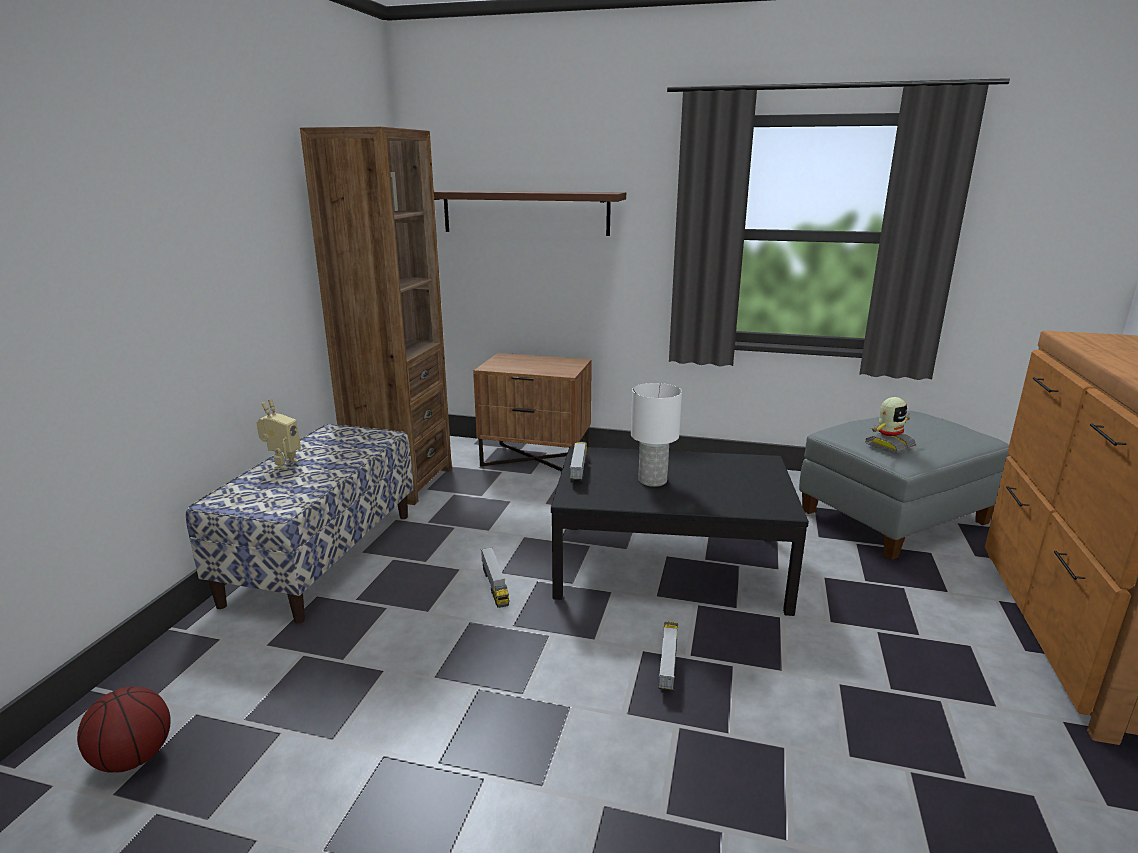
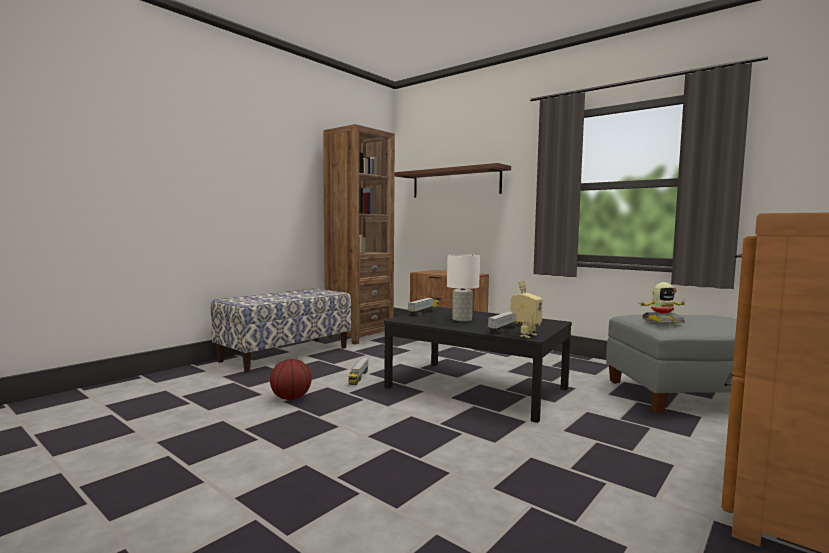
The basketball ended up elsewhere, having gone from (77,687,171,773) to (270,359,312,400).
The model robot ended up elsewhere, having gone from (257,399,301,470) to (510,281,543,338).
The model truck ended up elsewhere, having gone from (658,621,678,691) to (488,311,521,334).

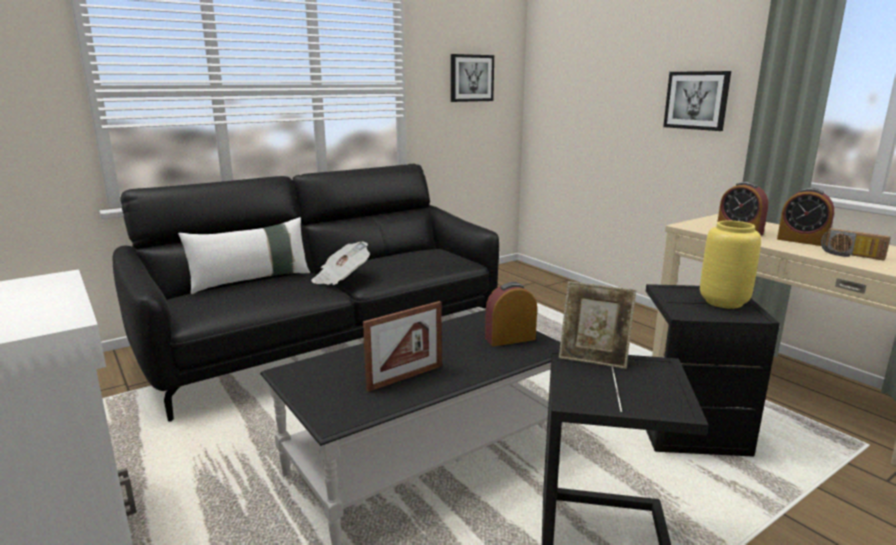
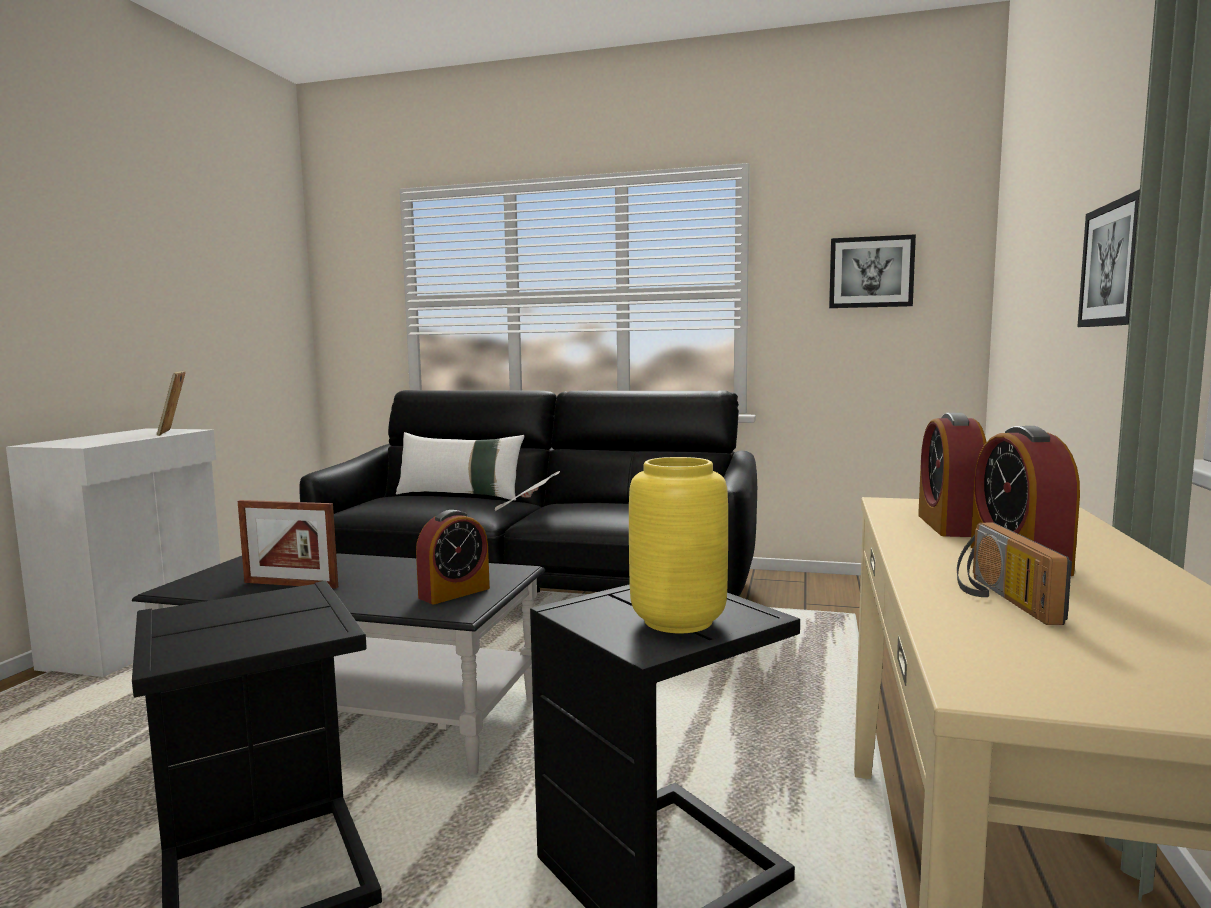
The photo frame ended up elsewhere, having gone from (559,281,637,369) to (157,371,186,436).
The bedside clock at (485,282,537,346) ended up facing another way, 105 degrees clockwise from before.

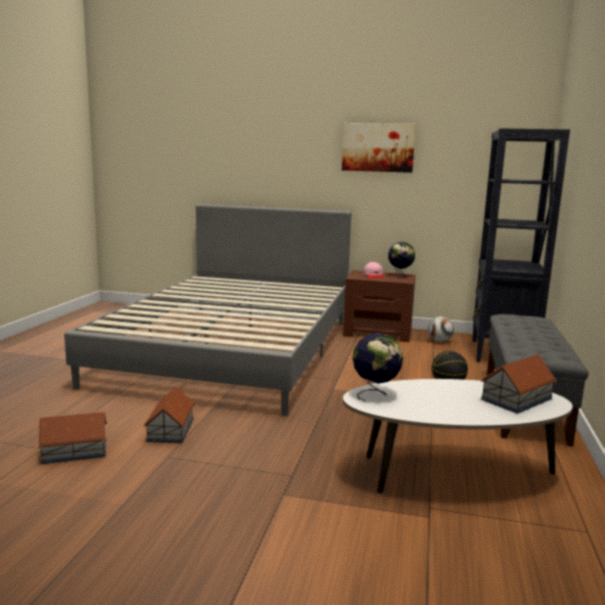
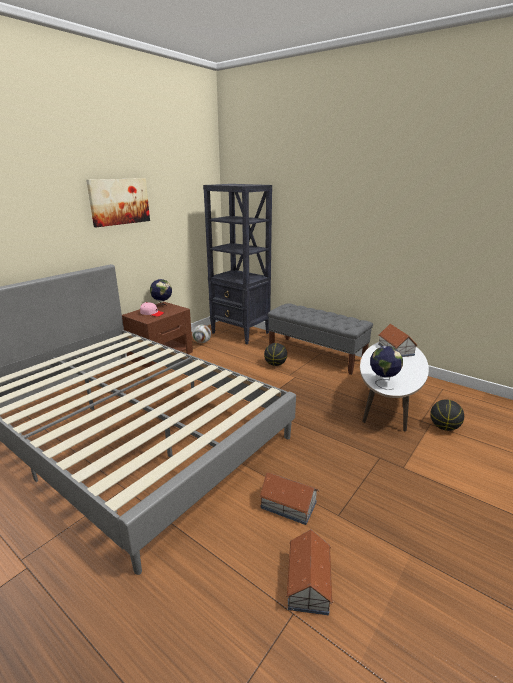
The second view gained the basketball at (430,400,464,431).

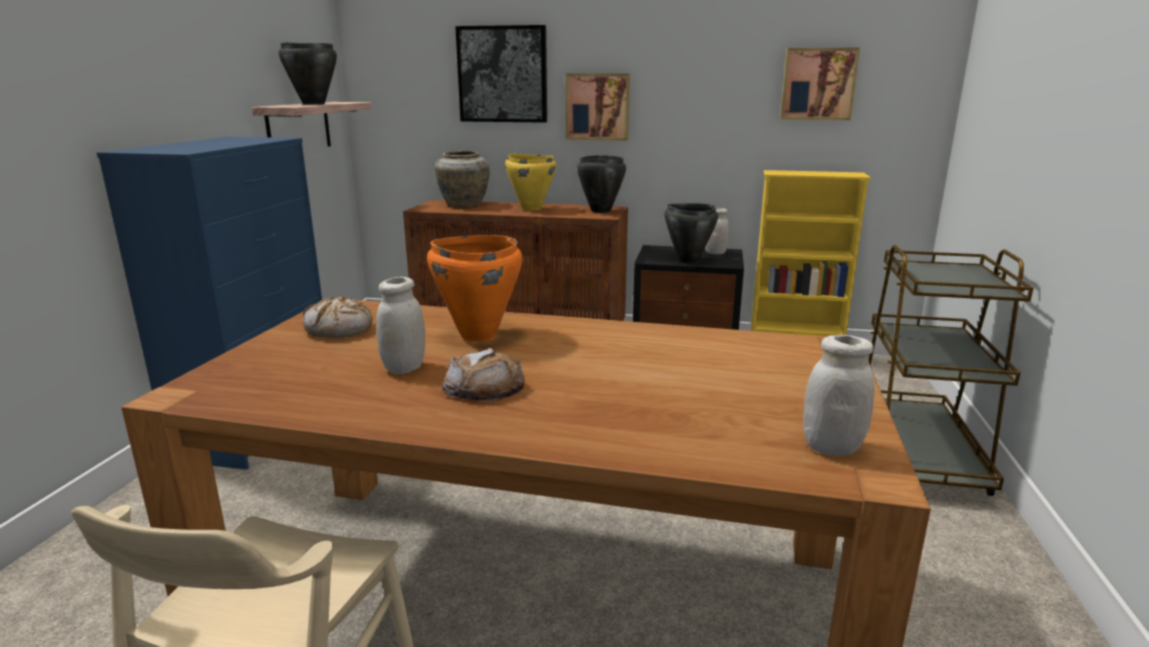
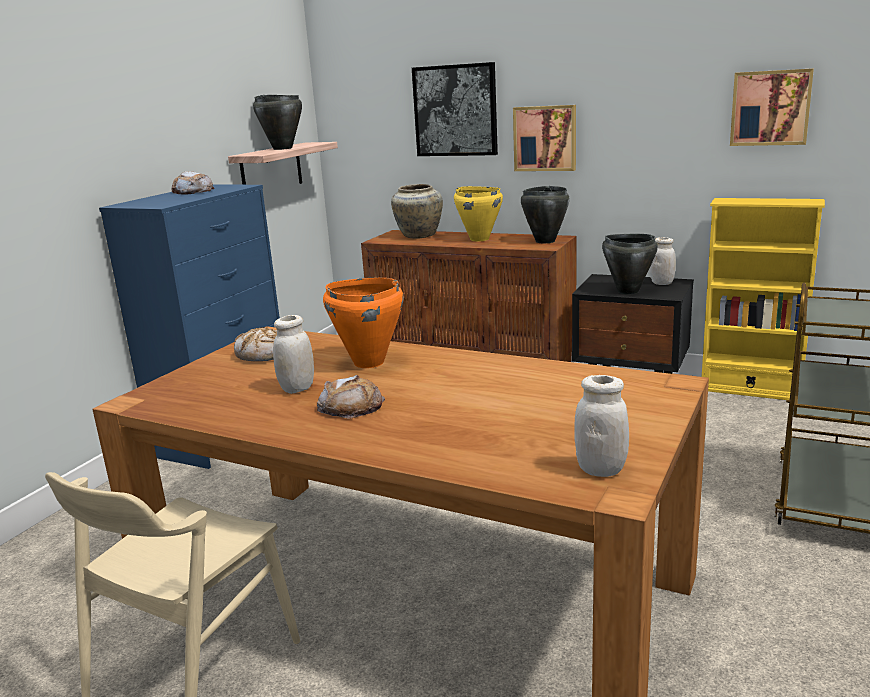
The second view gained the bread at (172,171,215,194).

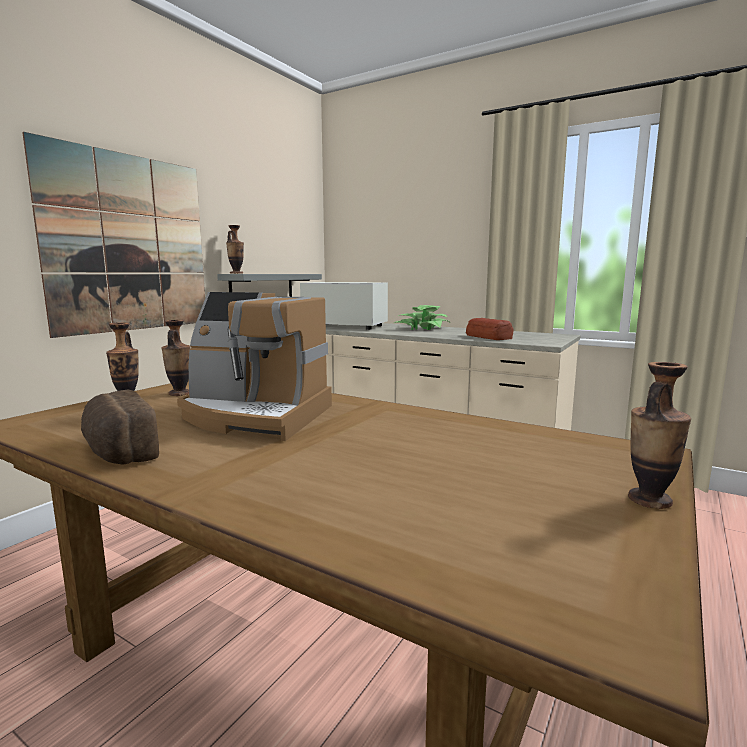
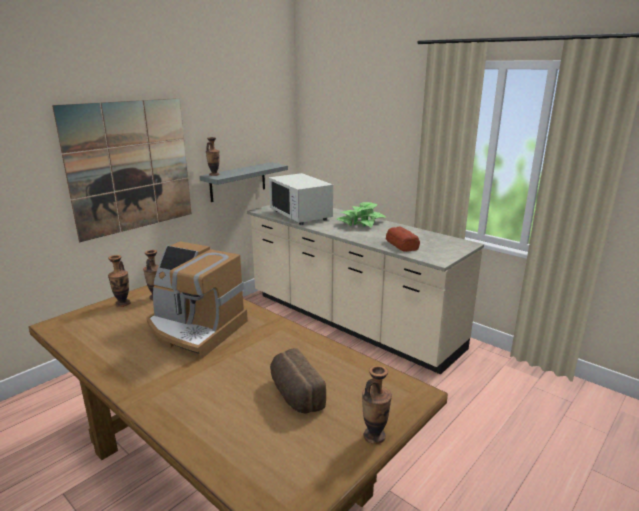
The bread ended up elsewhere, having gone from (81,390,159,465) to (270,348,326,414).
The kitchen microwave (white) at (300,282,388,330) ended up facing another way, 150 degrees counterclockwise from before.

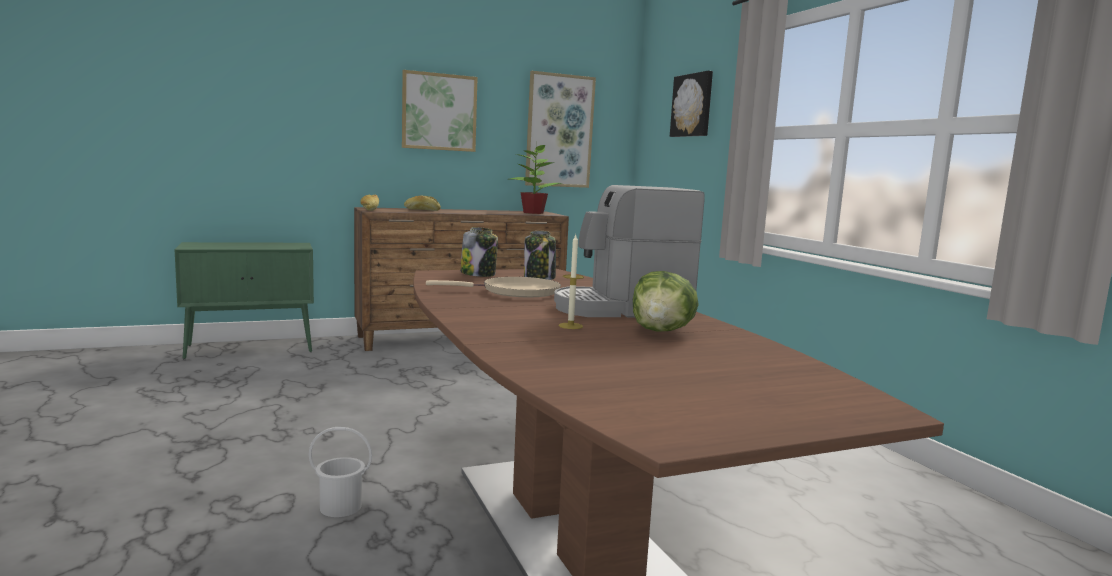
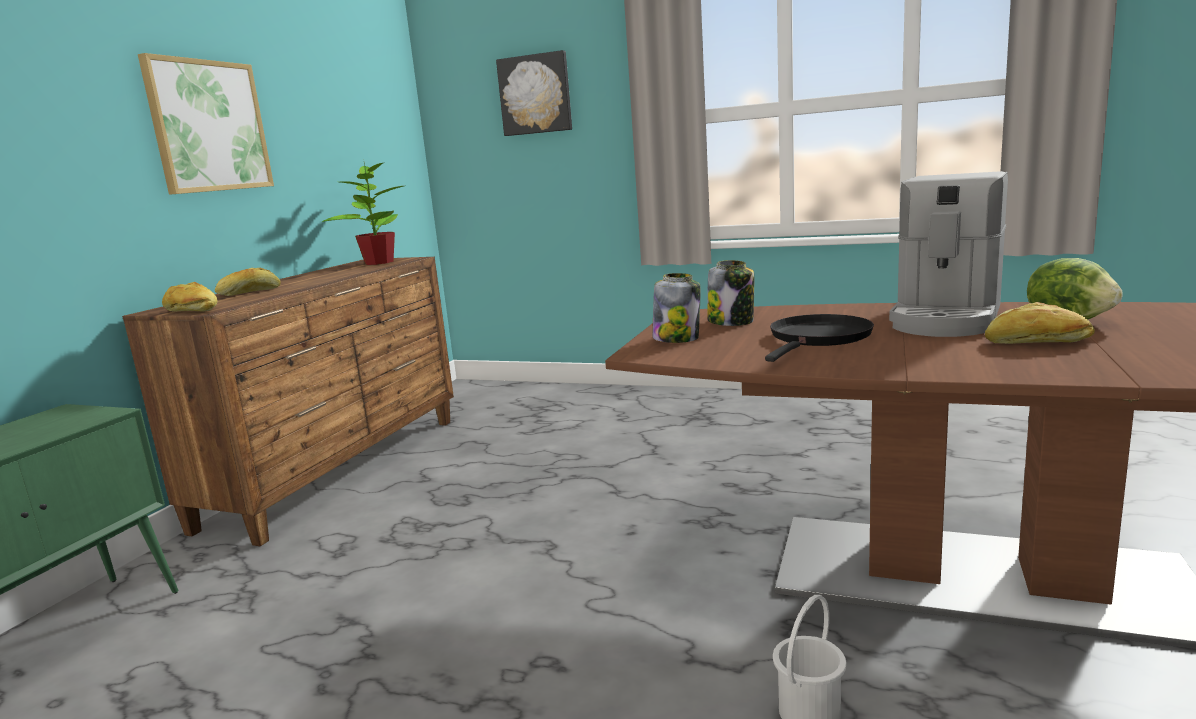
The second view lost the picture at (525,71,596,188).
Where the wax candle stood at (559,235,584,329), the bread came to stand at (985,302,1095,344).
What was the pan (beige) at (426,277,561,297) turned into the pan (black) at (765,314,874,362).

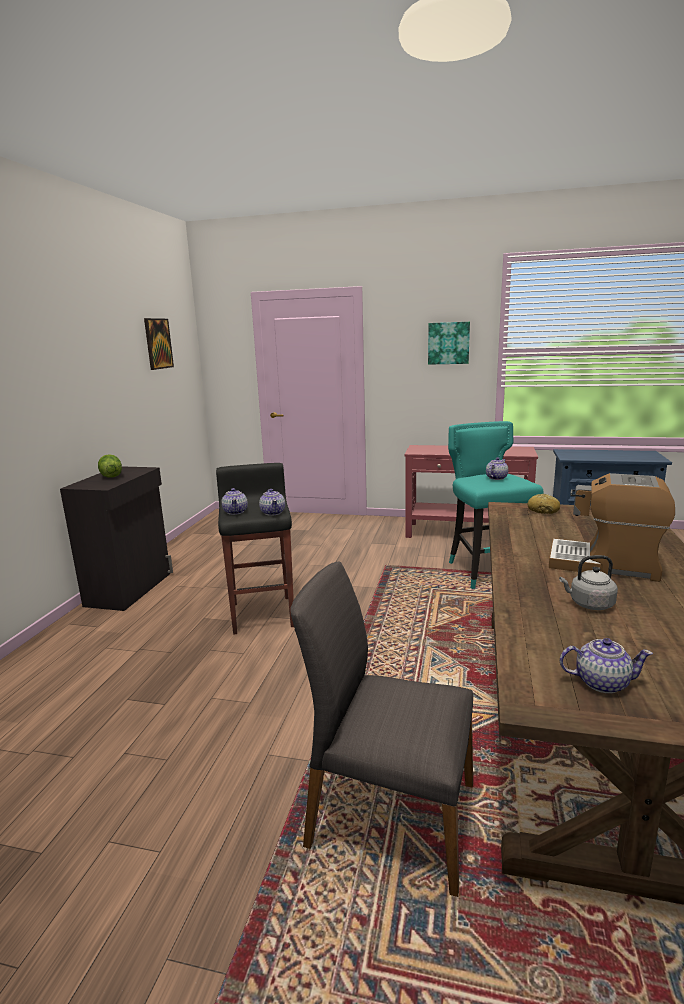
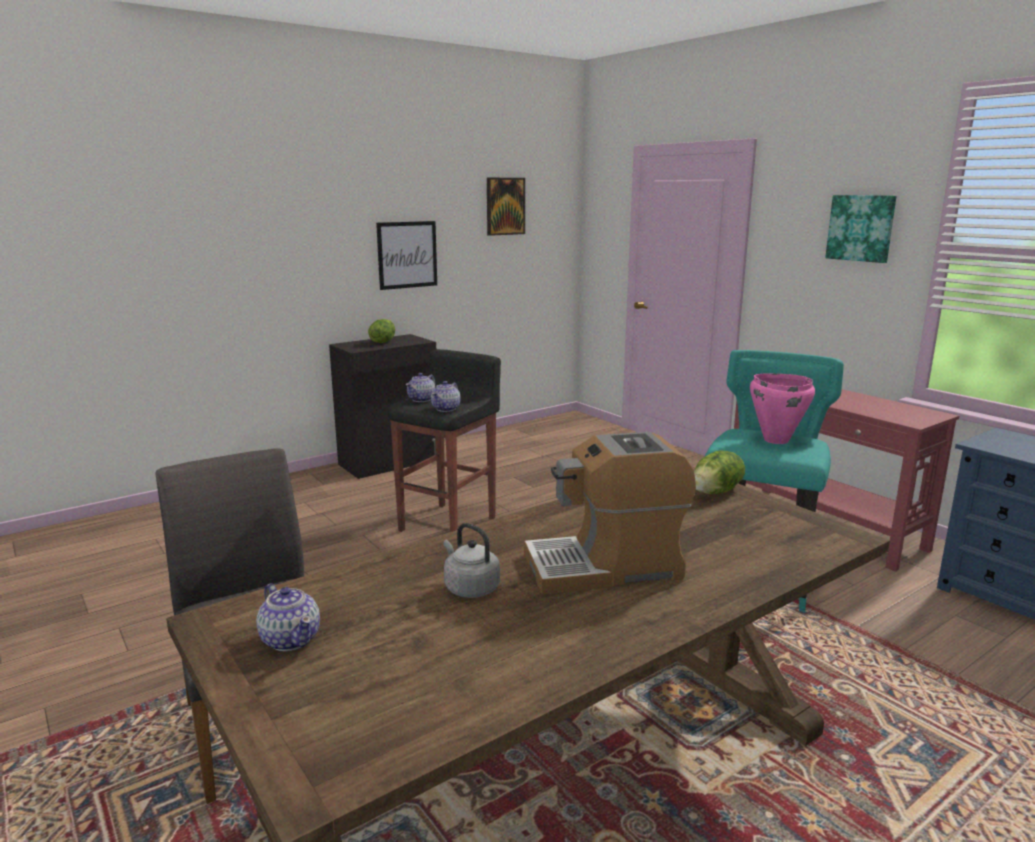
The second view gained the picture at (376,221,437,290).
Where the teapot stood at (486,457,508,480), the stockpot (pinkish) came to stand at (750,374,815,444).
Where the bread stood at (527,494,560,514), the head of lettuce came to stand at (694,450,745,494).
The coffee machine at (549,473,675,582) ended up facing another way, 75 degrees counterclockwise from before.

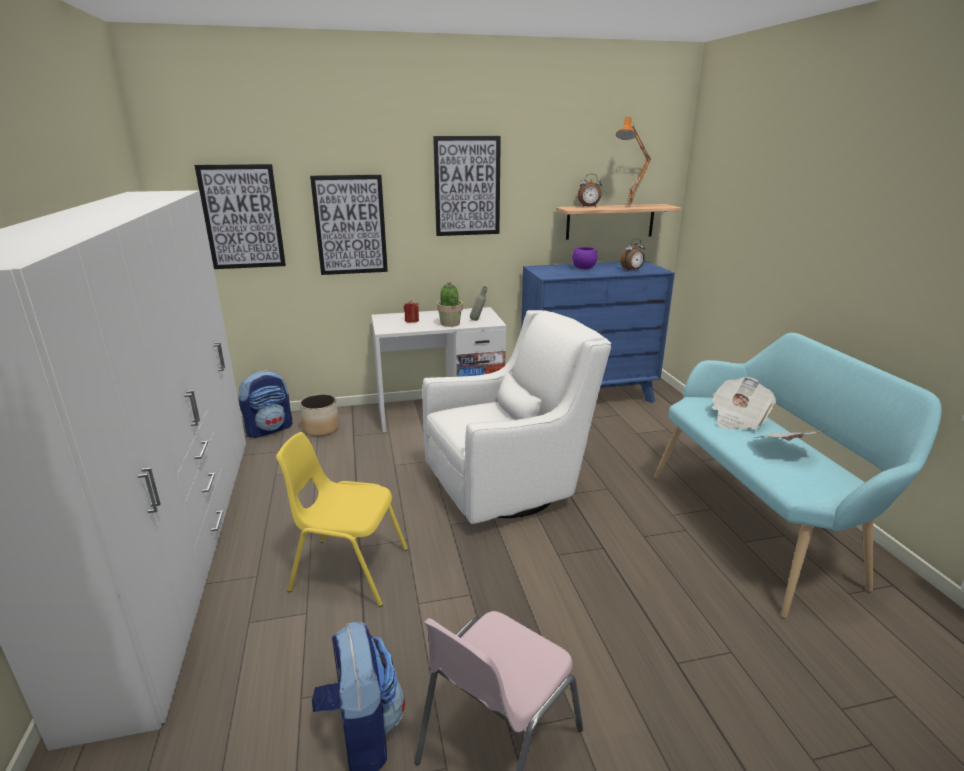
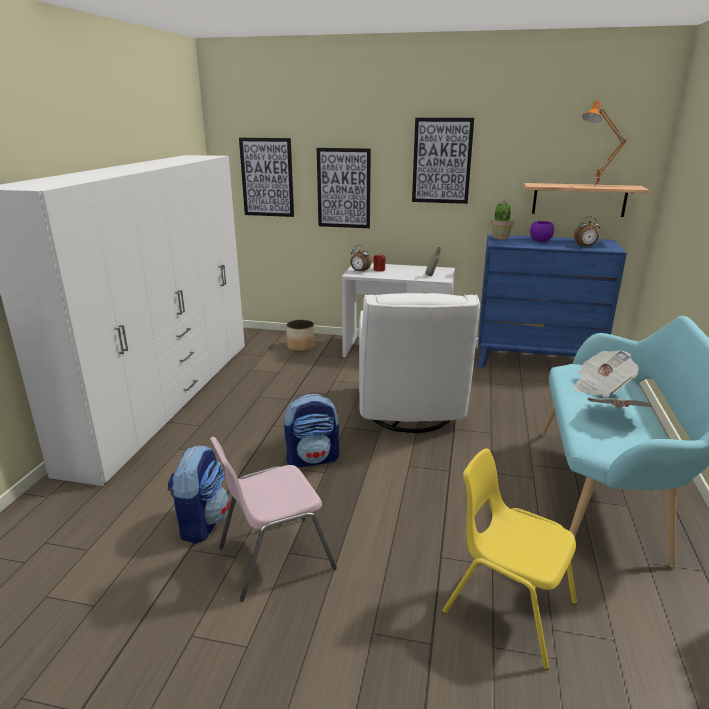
The knapsack ended up elsewhere, having gone from (238,370,292,438) to (284,394,339,468).
The plain chair (yellow-coloured) ended up elsewhere, having gone from (276,432,408,607) to (442,448,577,670).
The houseplant ended up elsewhere, having gone from (437,282,463,327) to (491,200,514,239).
The bedside clock ended up elsewhere, having gone from (578,174,602,207) to (350,245,371,273).
The easy chair (white) at (423,310,611,524) ended up facing another way, 90 degrees clockwise from before.

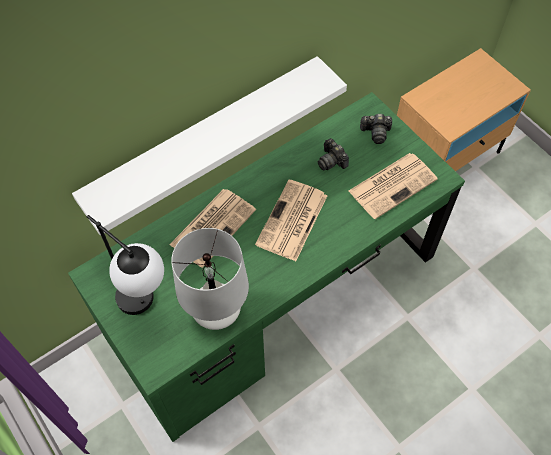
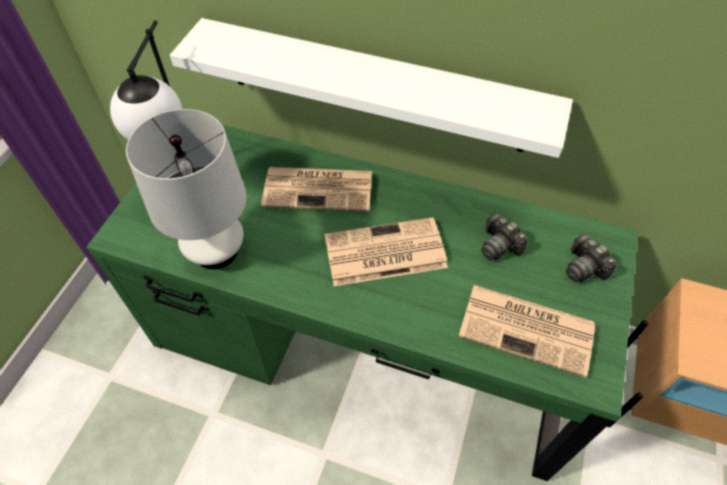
The still camera at (318,138,349,171) ended up facing another way, 60 degrees counterclockwise from before.

